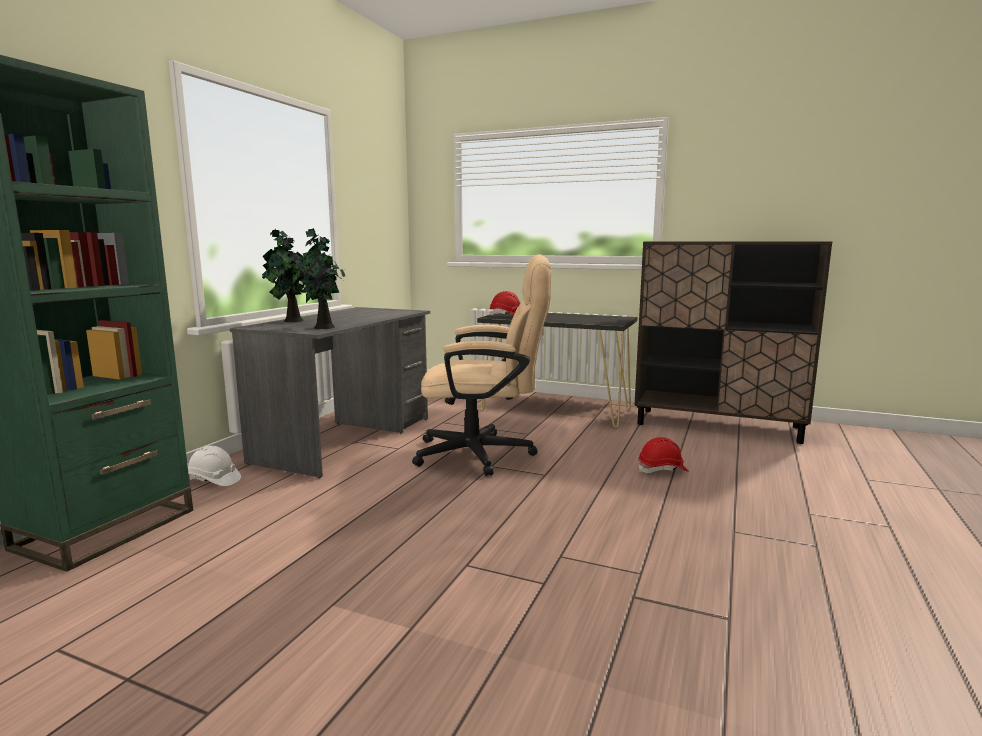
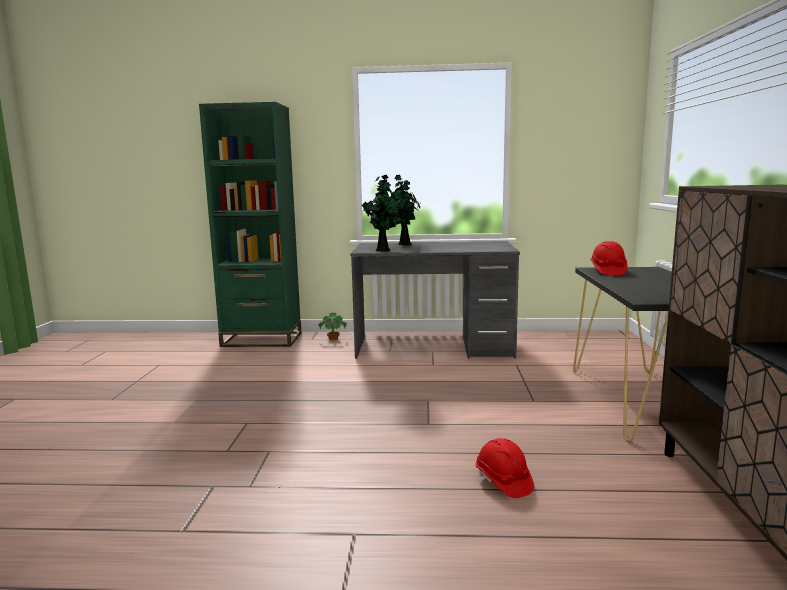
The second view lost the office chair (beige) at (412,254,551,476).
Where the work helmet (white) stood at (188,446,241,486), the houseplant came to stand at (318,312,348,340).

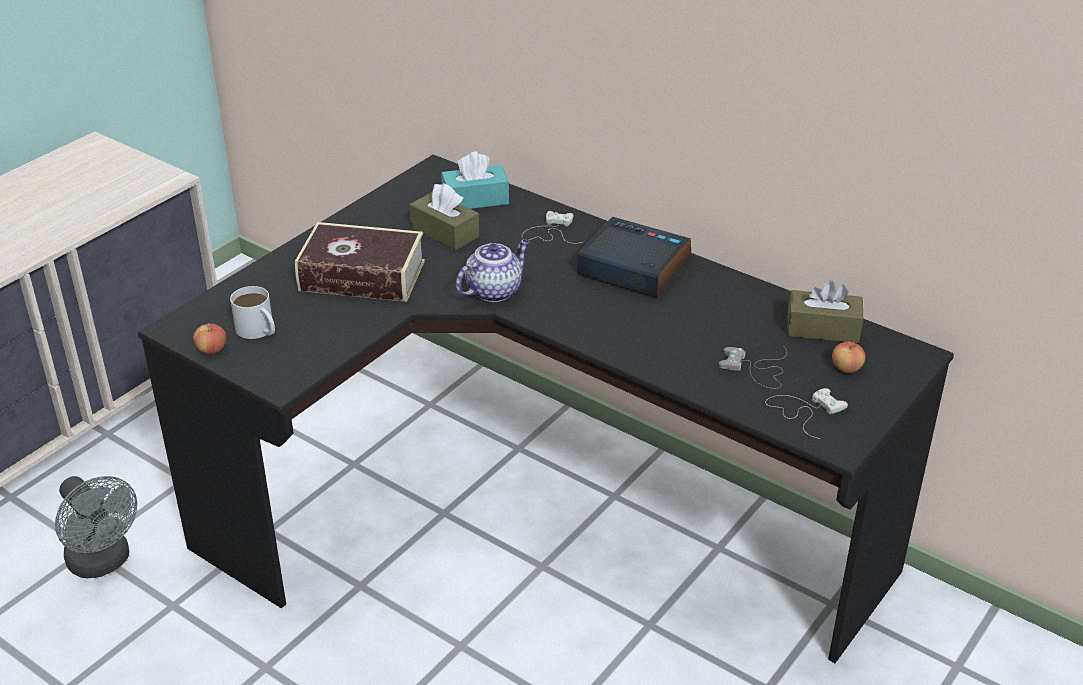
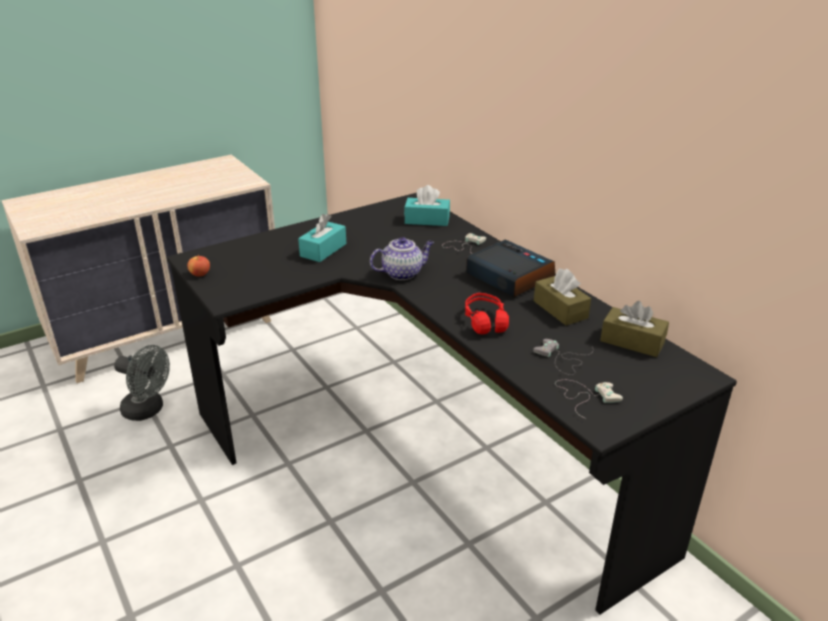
The second view lost the tea mug (white) at (230,286,275,339).
The second view lost the whole apple at (832,341,866,373).
The second view gained the headphones (red-coloured) at (465,293,509,334).
The tissue holder (brownish) ended up elsewhere, having gone from (409,183,479,250) to (534,268,591,326).
Where the volume stood at (295,222,425,302), the tissue holder (turquoise) came to stand at (298,214,346,262).
The fan (greyish) at (55,476,137,578) ended up facing another way, 45 degrees counterclockwise from before.

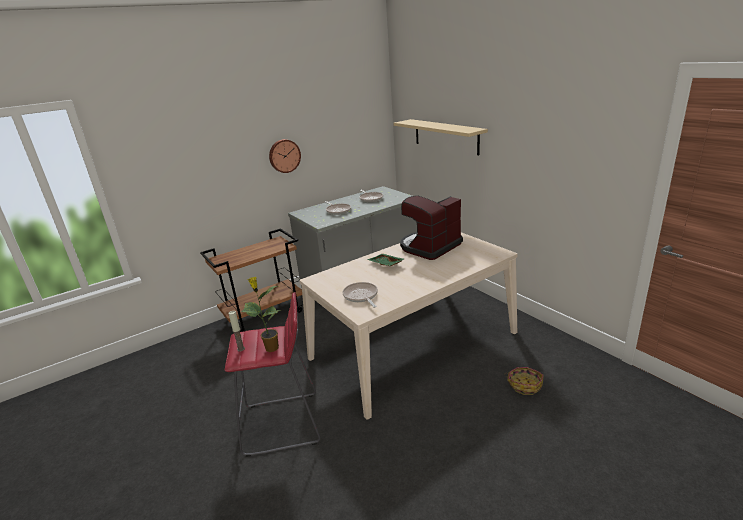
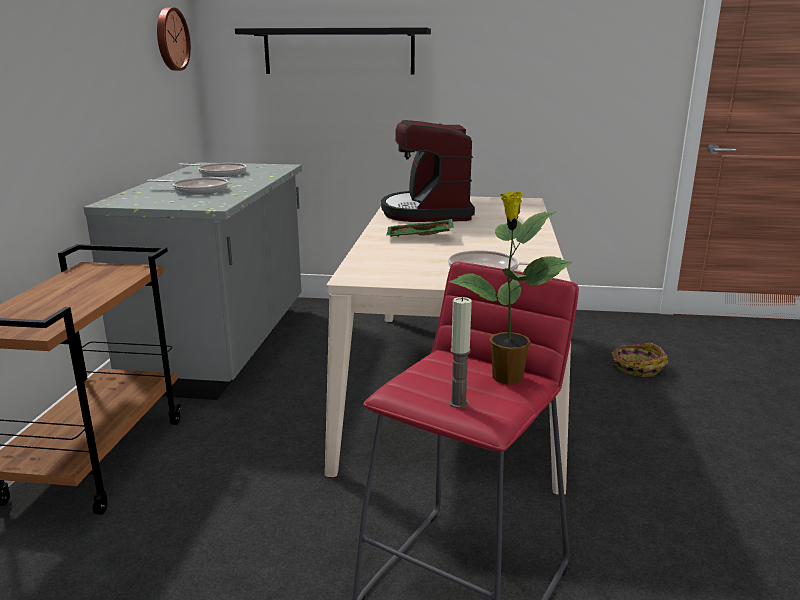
The hanging clock ended up elsewhere, having gone from (269,139,301,173) to (157,7,191,71).
What was the bracket shelf (beige) at (394,119,488,155) turned into the bracket shelf (black) at (235,27,431,74).

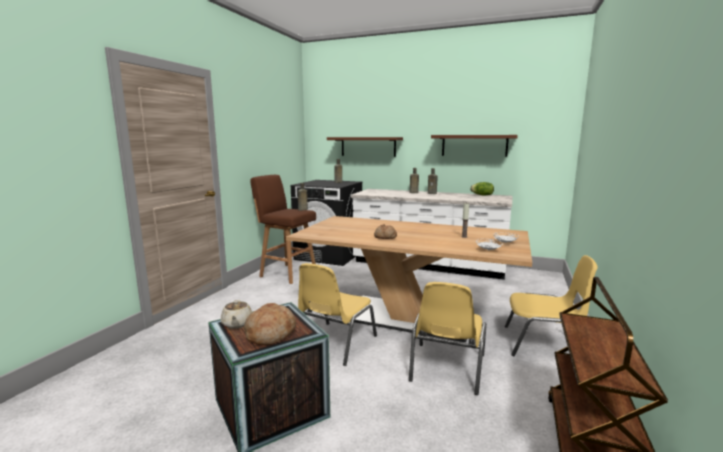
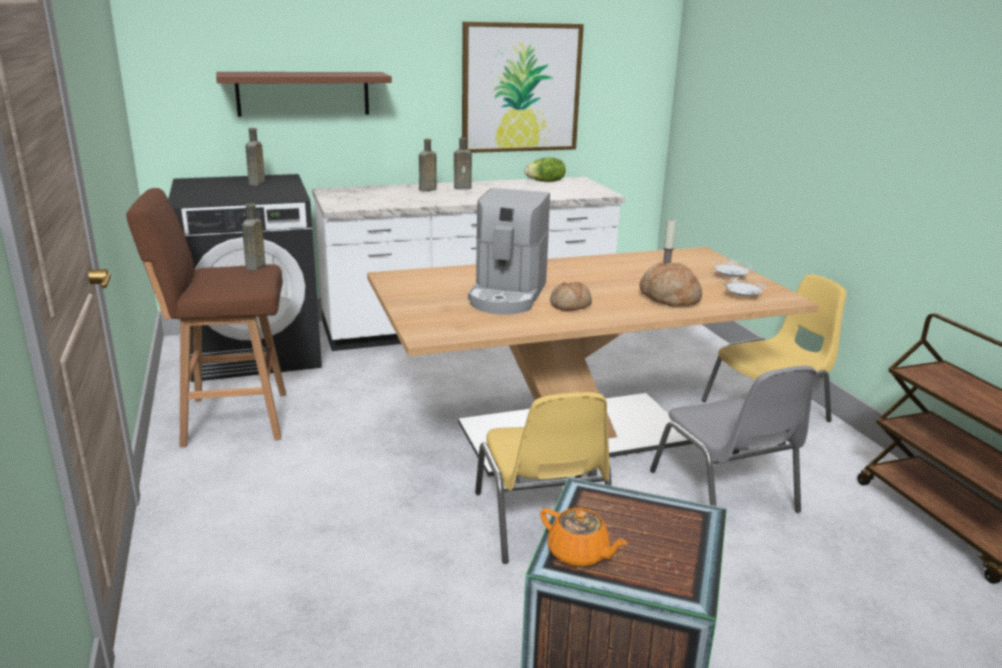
The second view gained the coffee machine at (468,188,550,314).
The bread ended up elsewhere, having gone from (244,303,296,345) to (639,262,702,307).
Where the bracket shelf (brownish) hung at (431,135,518,157), the picture came to hang at (462,21,584,153).
What was the teapot (beige) at (221,300,252,329) turned into the teapot (orange) at (540,508,628,567).
What was the plain chair (yellow-coloured) at (409,282,487,395) turned into the plain chair (greyish) at (650,366,817,513).

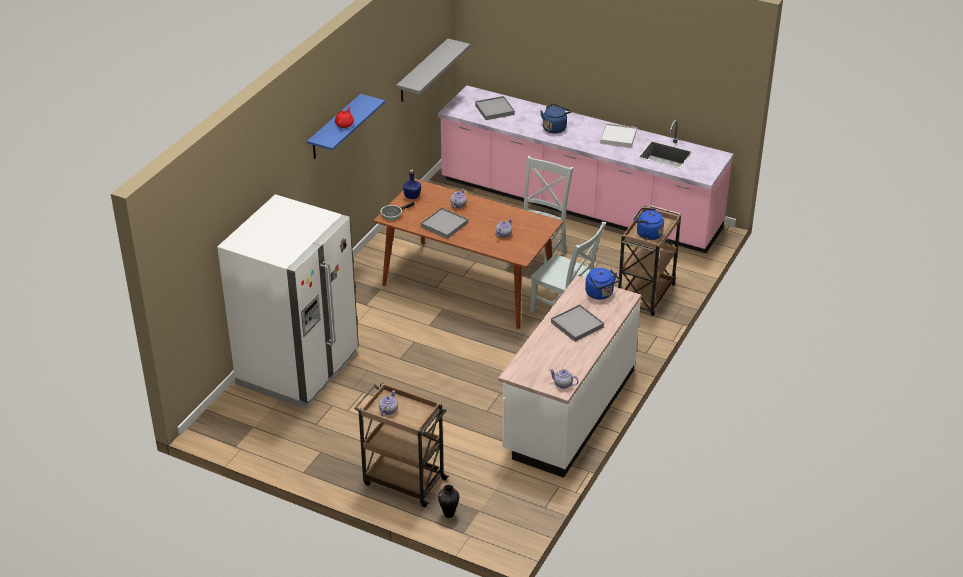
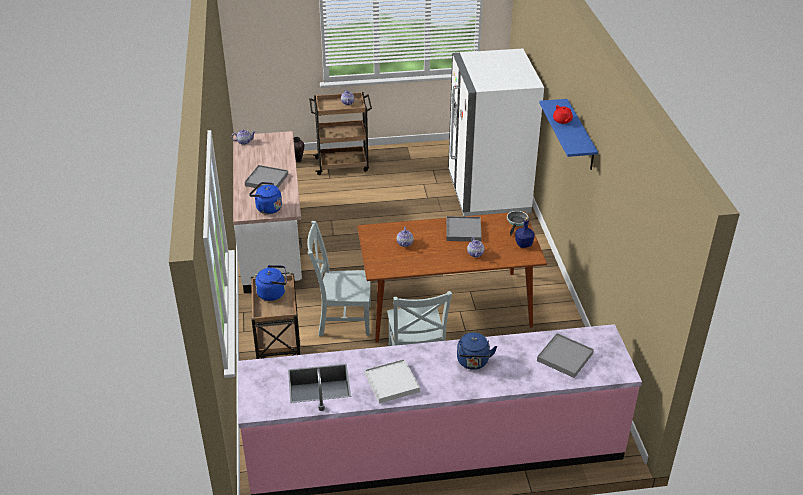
The second view lost the bracket shelf (greyish) at (396,39,470,102).

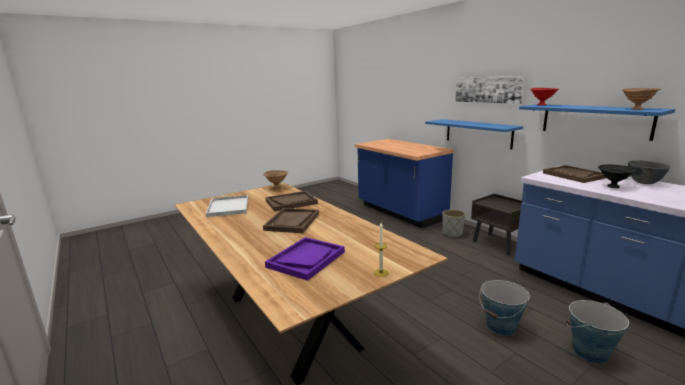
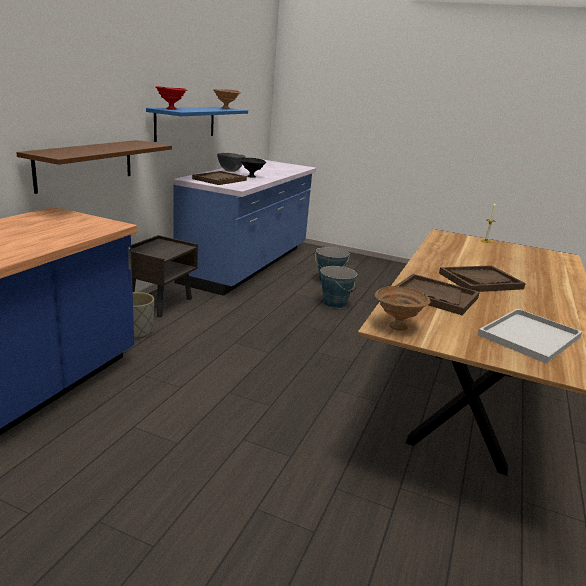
The second view lost the tray (purple) at (265,237,345,281).
The second view lost the picture at (455,76,525,104).
What was the bracket shelf (bluish) at (425,119,523,149) turned into the bracket shelf (brownish) at (16,140,172,194).

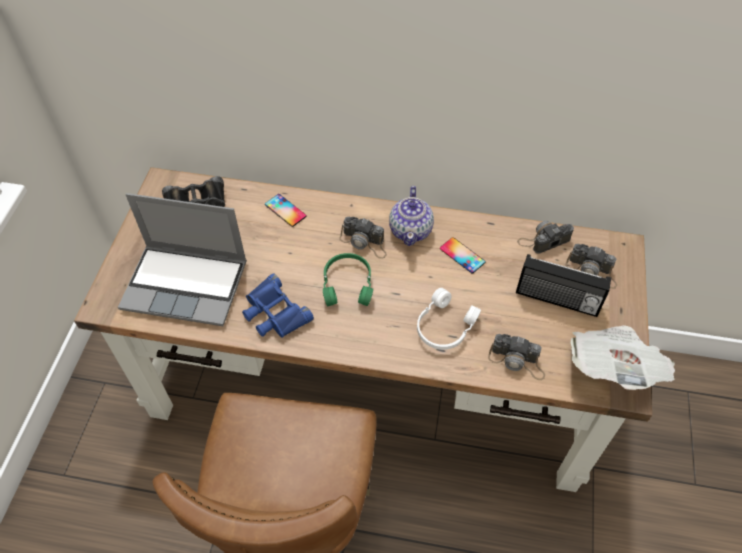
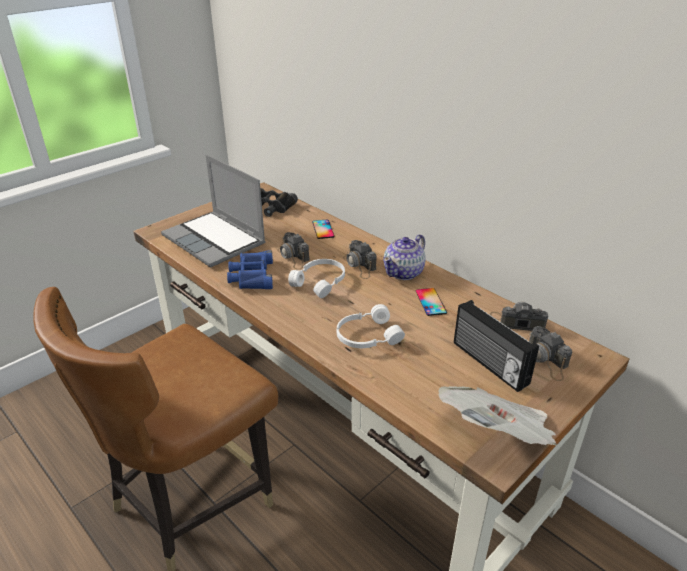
The still camera ended up elsewhere, having gone from (488,334,545,380) to (277,232,309,270).
What was the headphones (green) at (323,253,373,306) turned into the headphones (white) at (288,259,345,298).

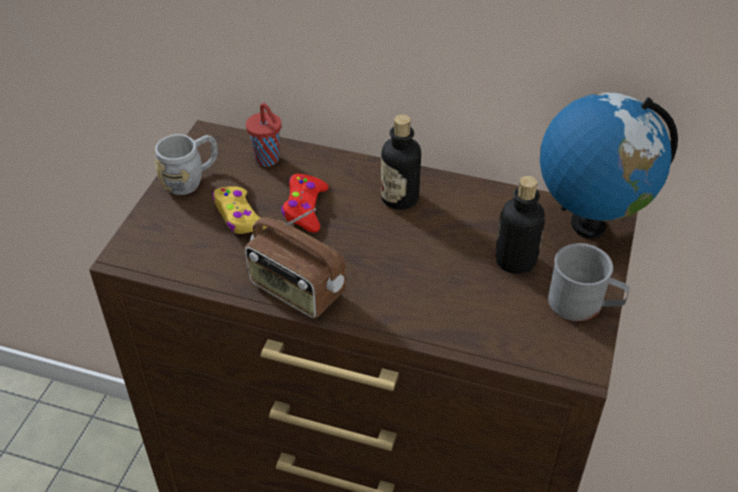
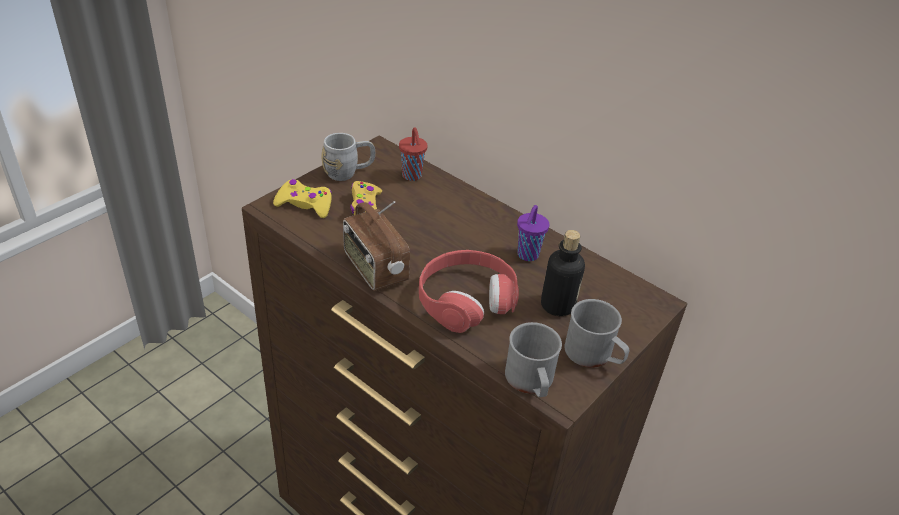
The second view lost the joypad (red-coloured) at (281,174,329,233).
The second view lost the beverage bottle at (381,115,421,210).
The second view lost the desk globe at (540,92,678,239).
The second view gained the joypad (yellow-coloured) at (273,179,332,218).
The second view gained the headphones (red-coloured) at (419,250,519,333).
The second view gained the tea mug (greyish) at (505,322,562,397).
The second view gained the cup (purple) at (517,205,549,261).

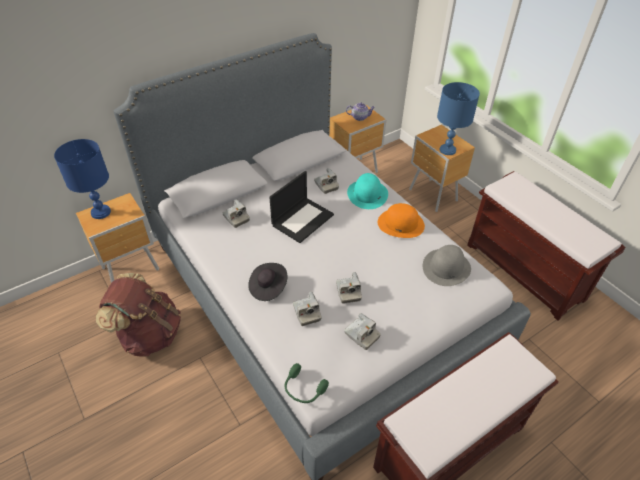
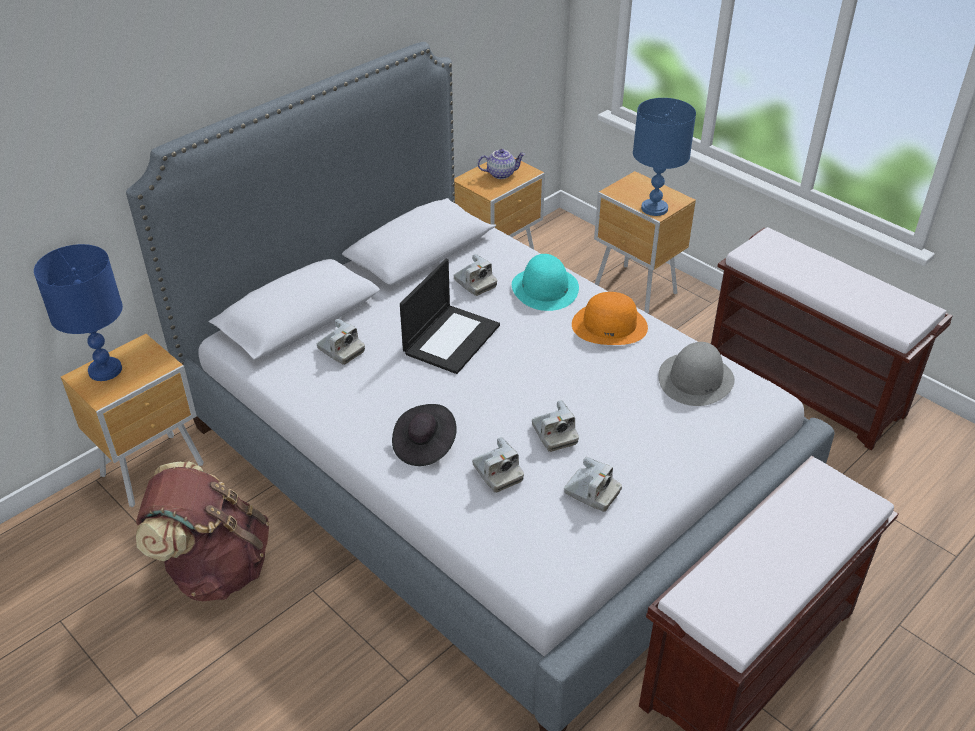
The second view lost the headphones (green) at (285,363,329,403).

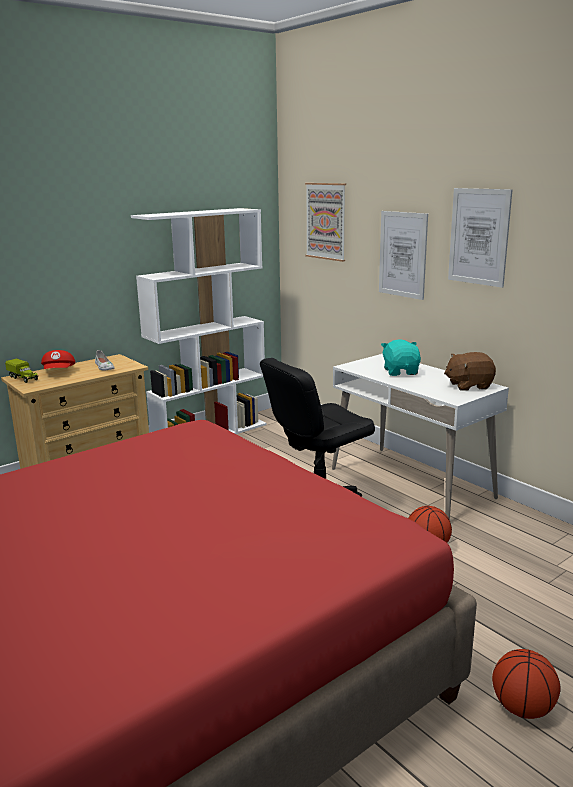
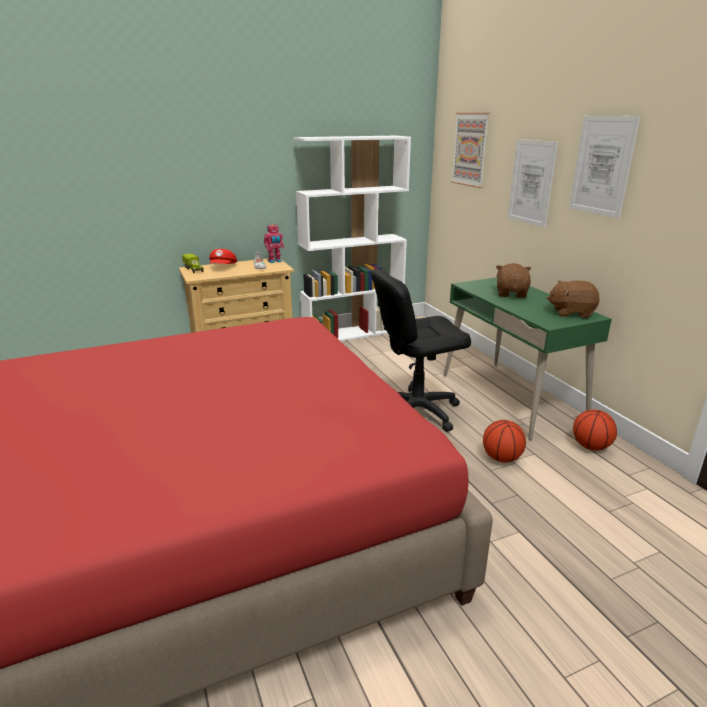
The second view gained the model robot at (264,224,284,263).
The basketball ended up elsewhere, having gone from (492,649,561,719) to (573,409,617,450).
What was the desk (white) at (332,354,509,520) turned into the desk (green) at (444,277,612,440).
What was the soft toy (turquoise) at (381,339,421,376) turned into the soft toy (brownish) at (496,263,531,298).

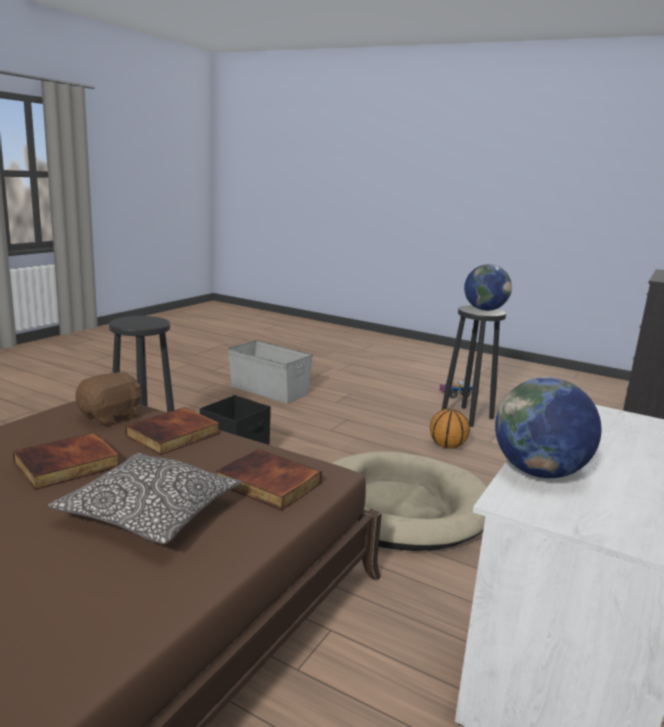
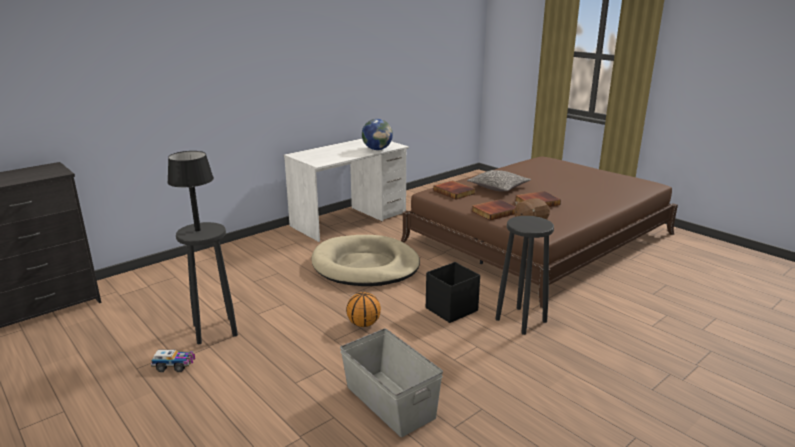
The basketball ended up elsewhere, having gone from (430,408,470,449) to (346,292,381,327).
Where the desk globe stood at (464,264,512,311), the tabletop lamp (black) came to stand at (167,151,214,231).

